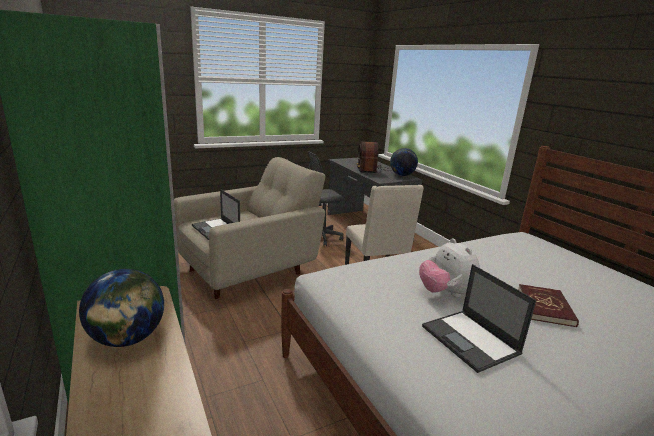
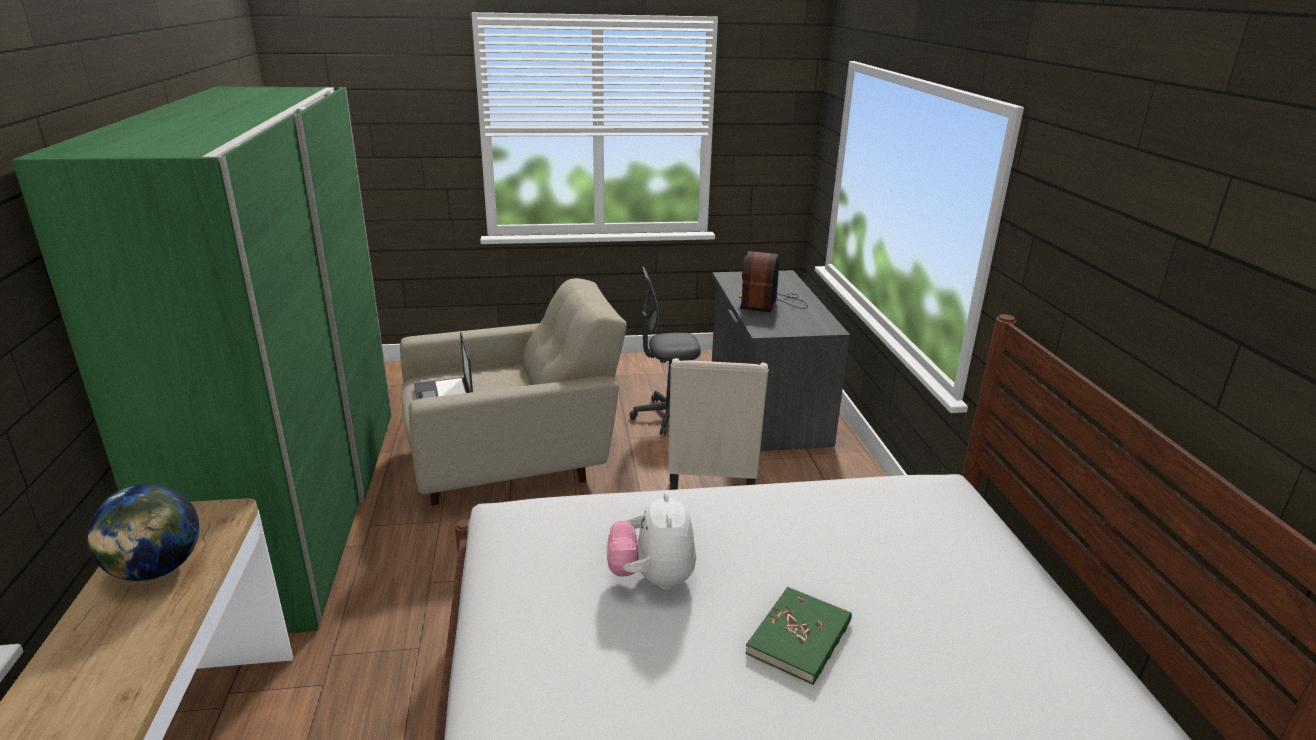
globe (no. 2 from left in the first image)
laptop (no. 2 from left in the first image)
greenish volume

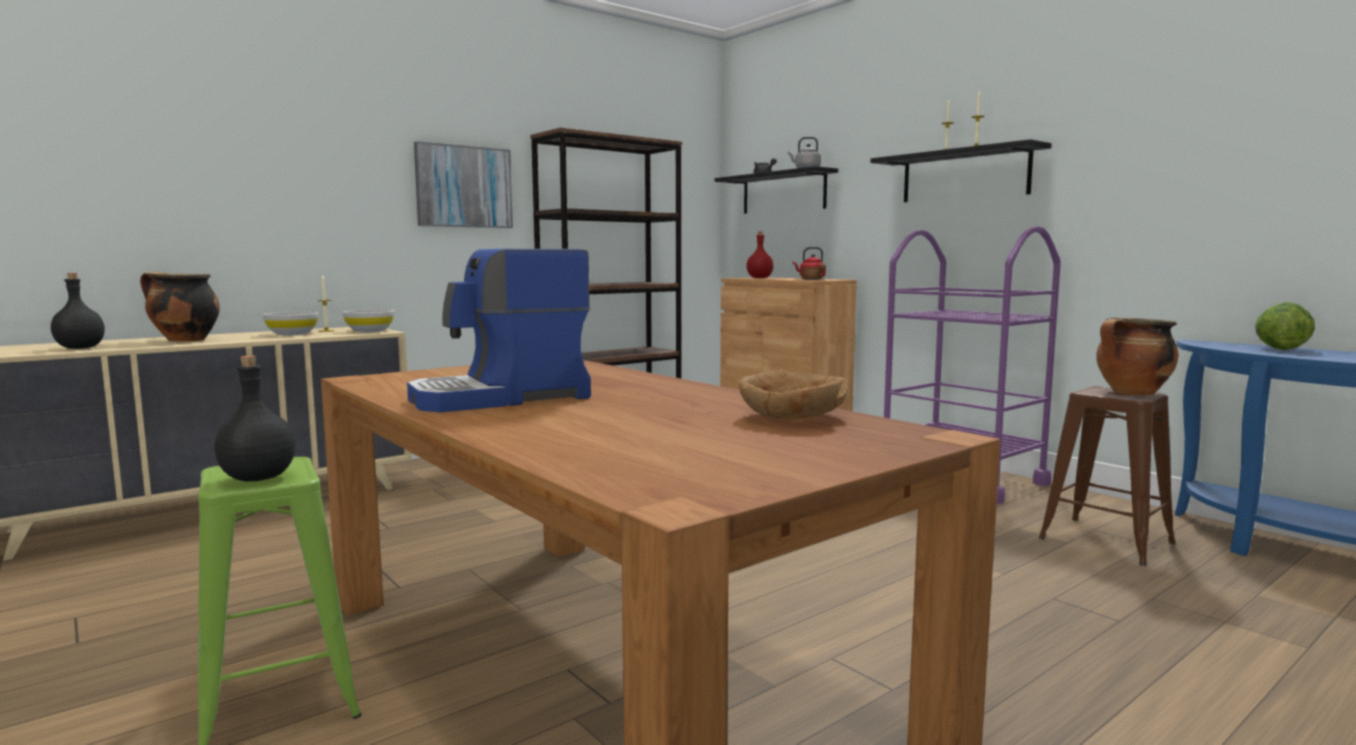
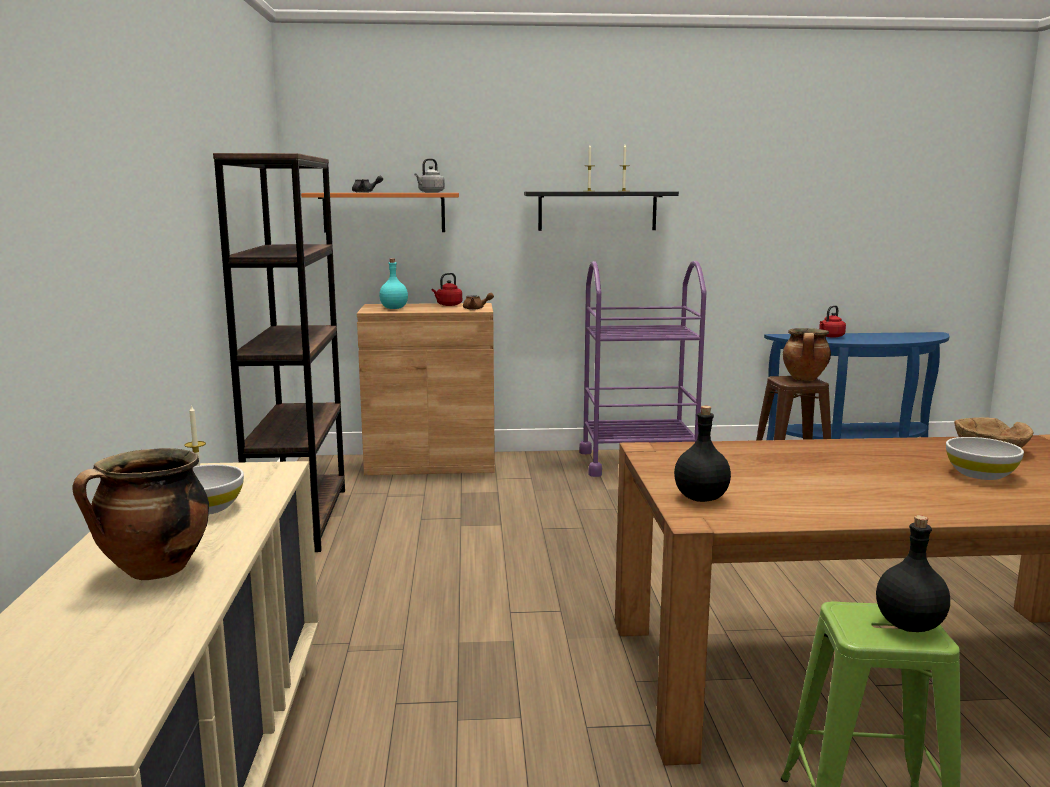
coffee machine
wall picture
black drink bottle (no. 1 from left)
white-coloured serving bowl (no. 2 from left)
red tea kettle (no. 2 from left)
orange-coloured shelf
turquoise drink bottle

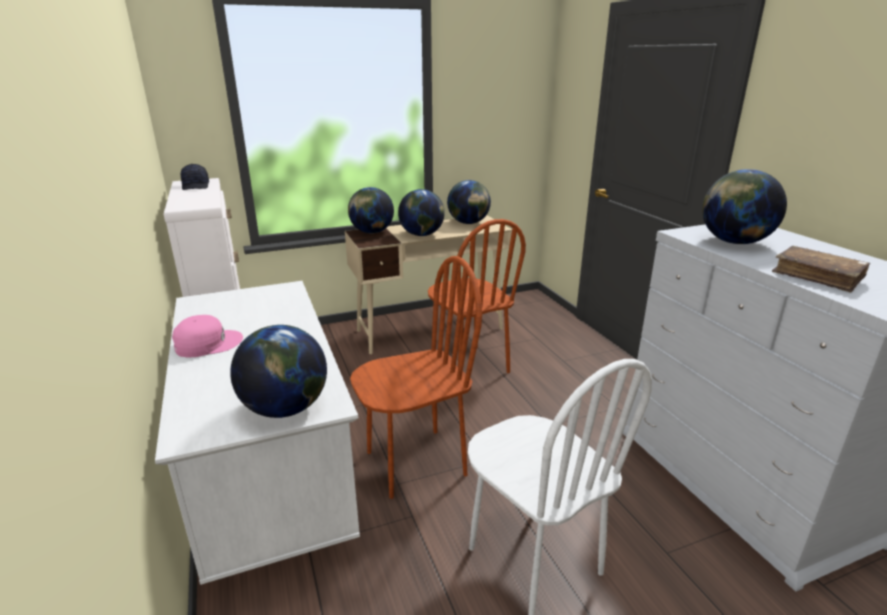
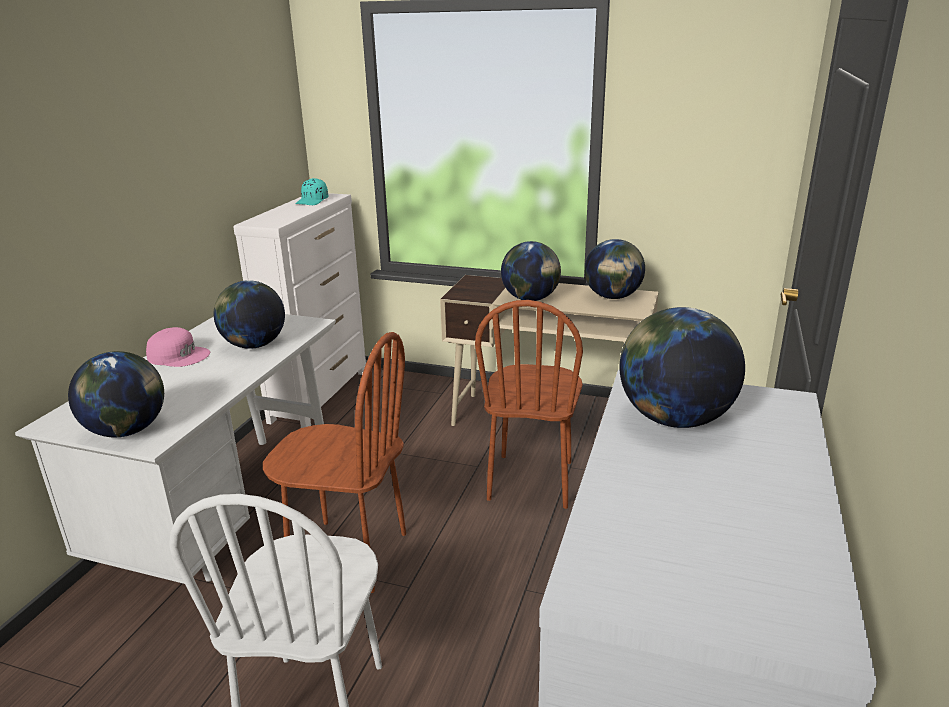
brown volume
globe (no. 2 from left)
turquoise peaked cap

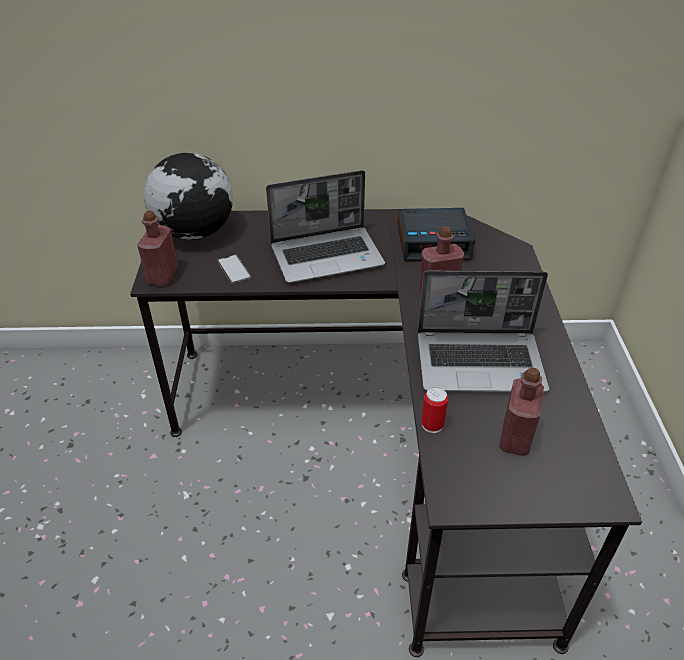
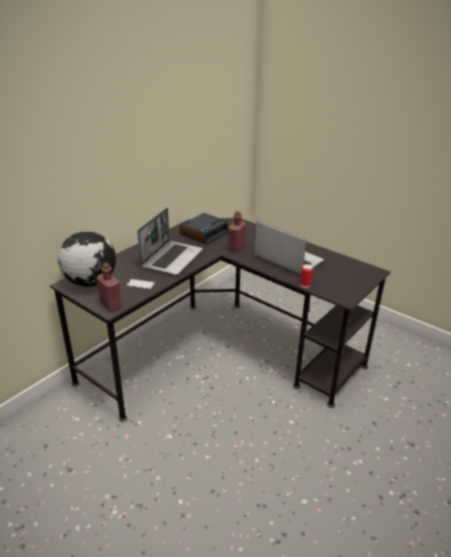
red drink bottle (no. 3 from left in the first image)
laptop (no. 2 from left)

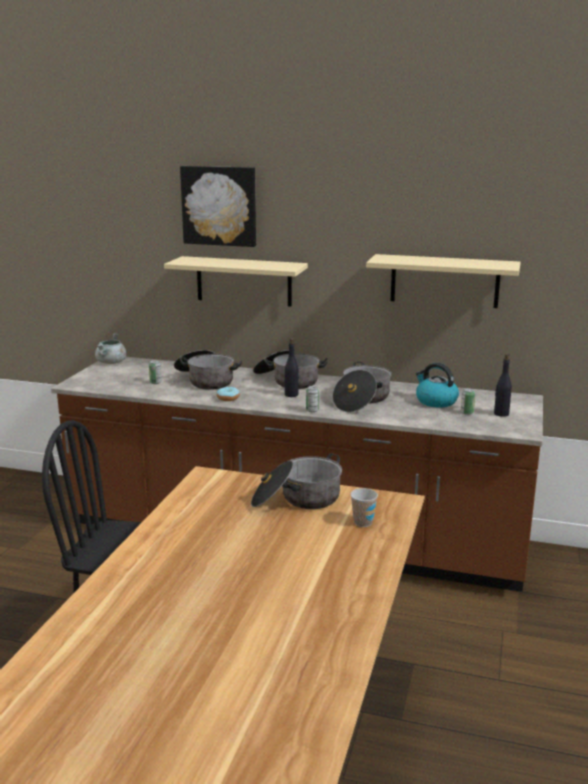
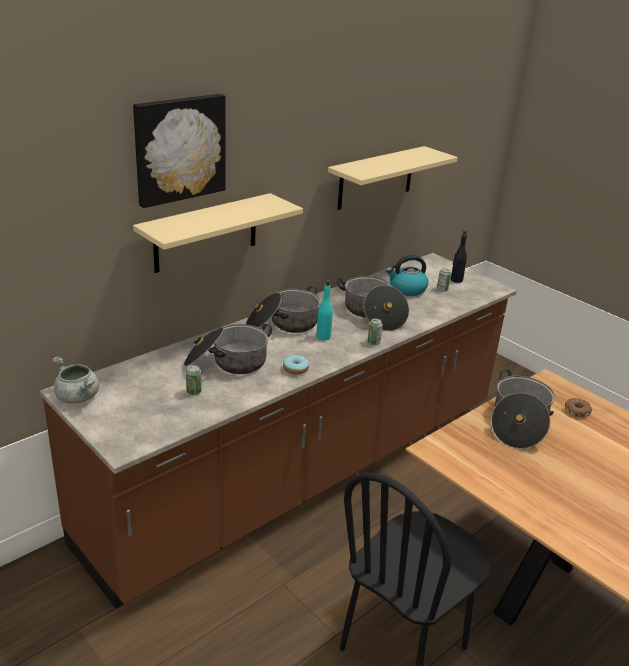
doughnut (no. 2 from left)
turquoise drink bottle

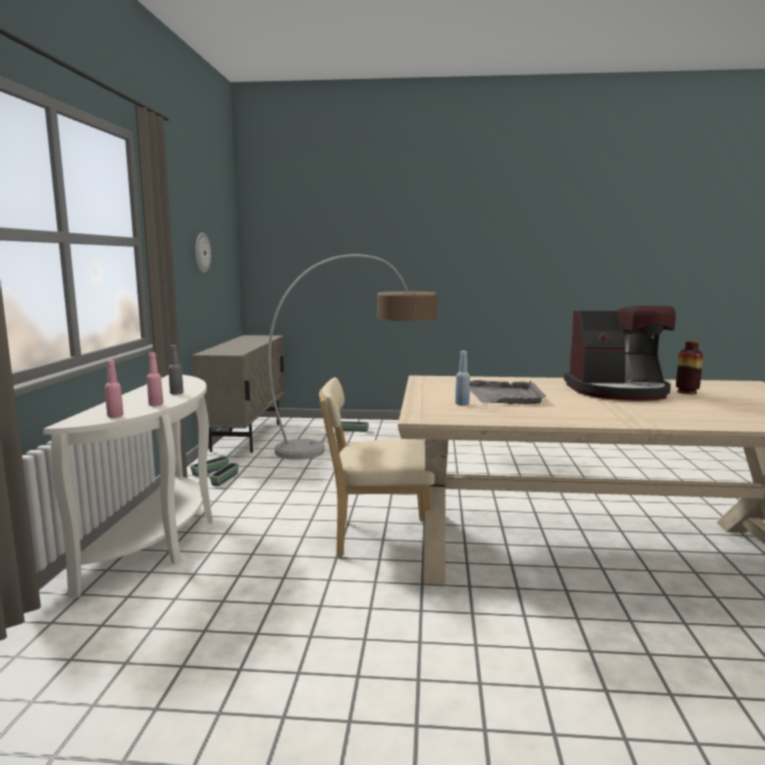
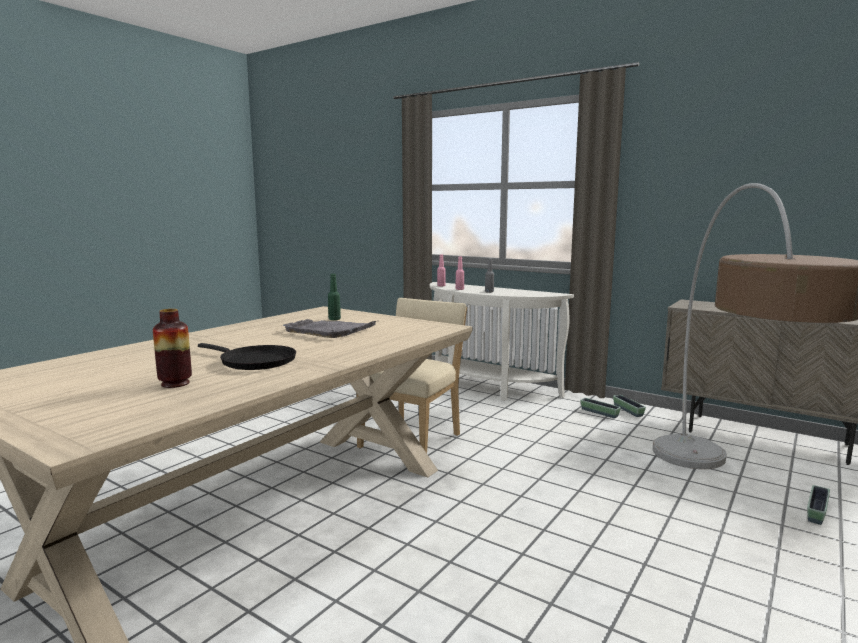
wall clock
black pan
greenish drink bottle

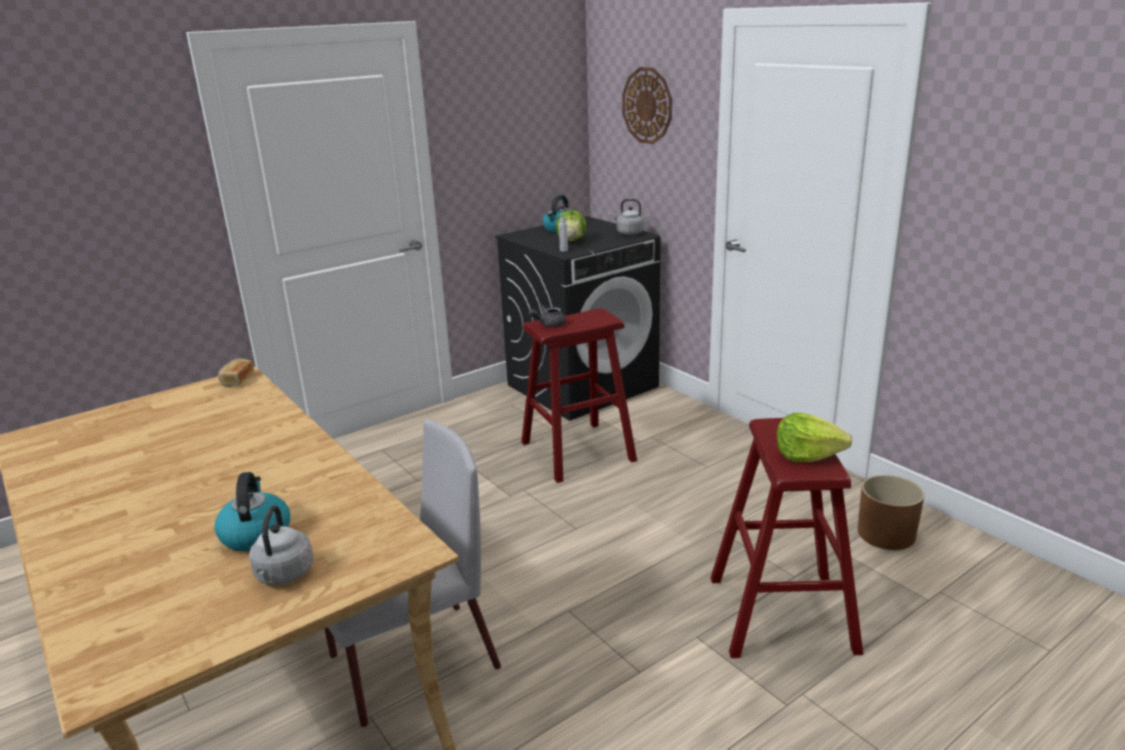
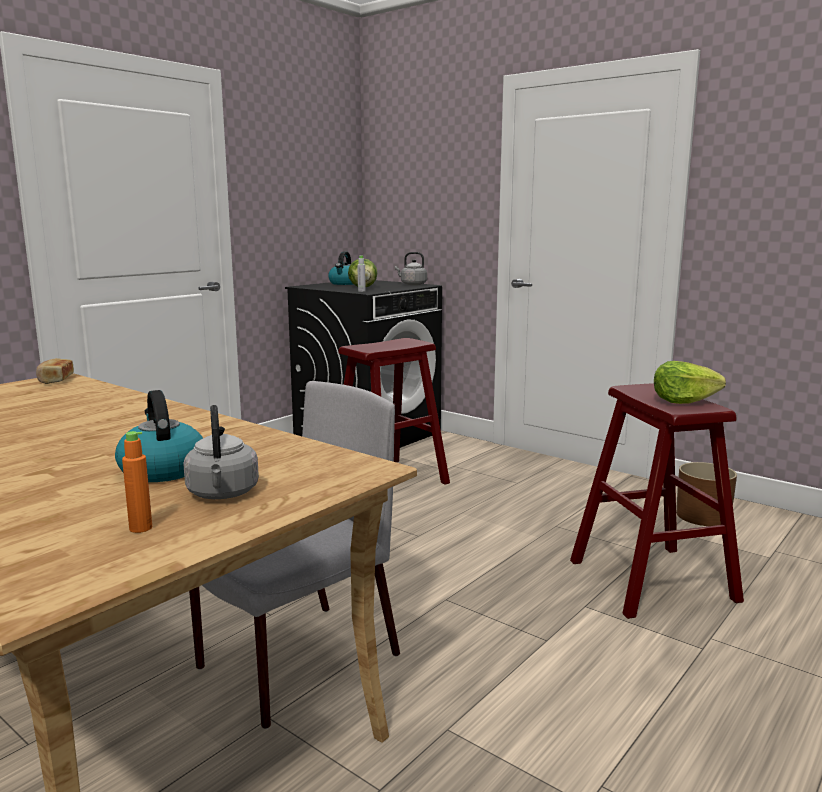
gray teapot
wall clock
orange-coloured drink bottle

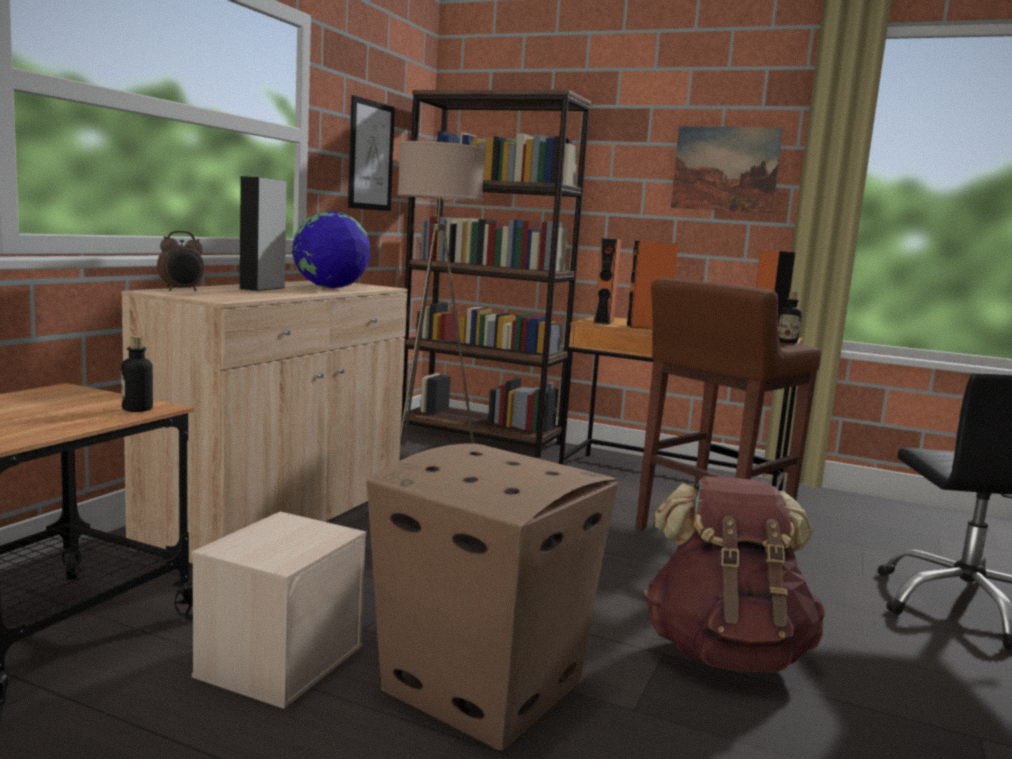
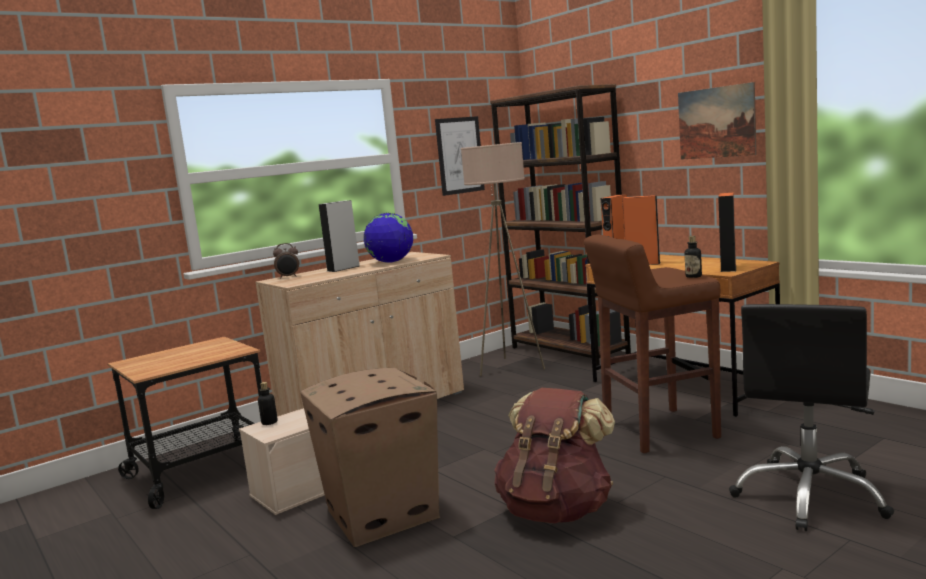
drink bottle (no. 1 from left)

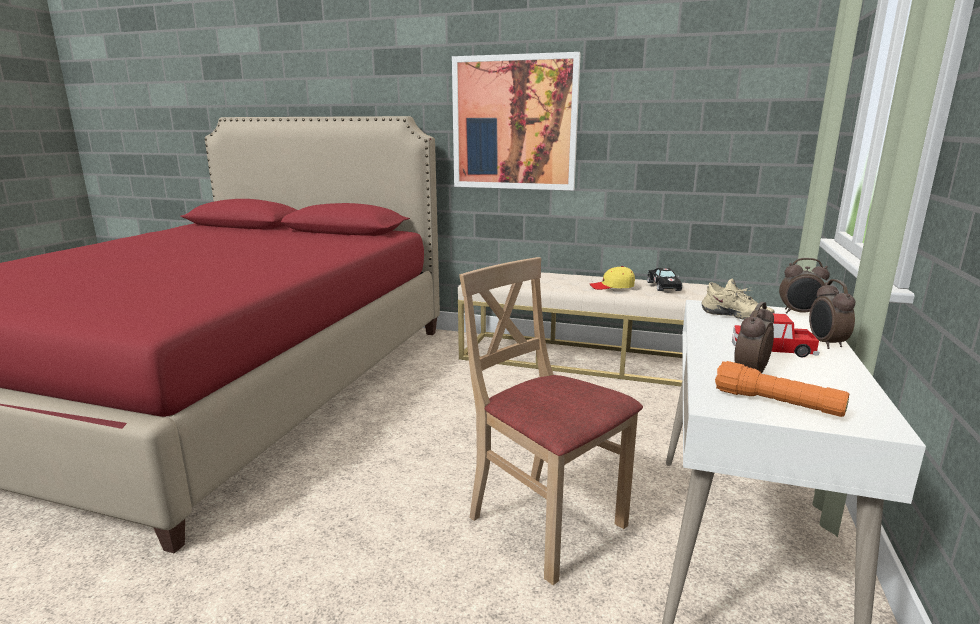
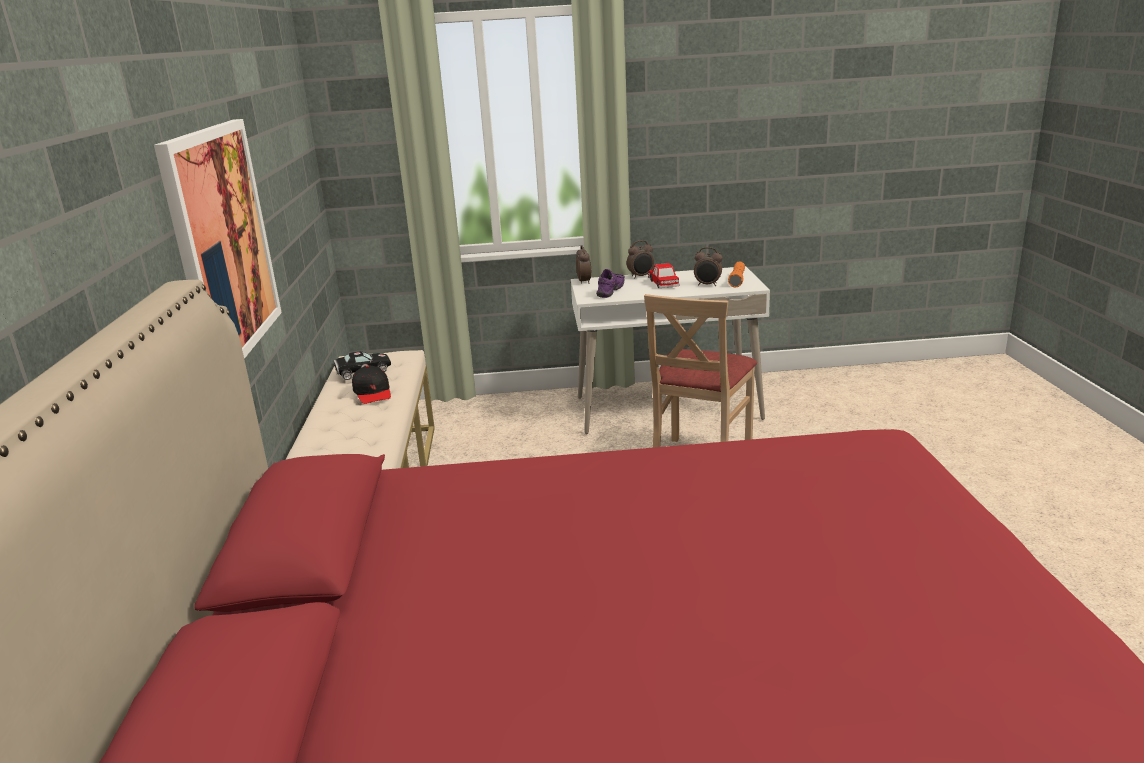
black peaked cap
purple-coloured item of footwear

